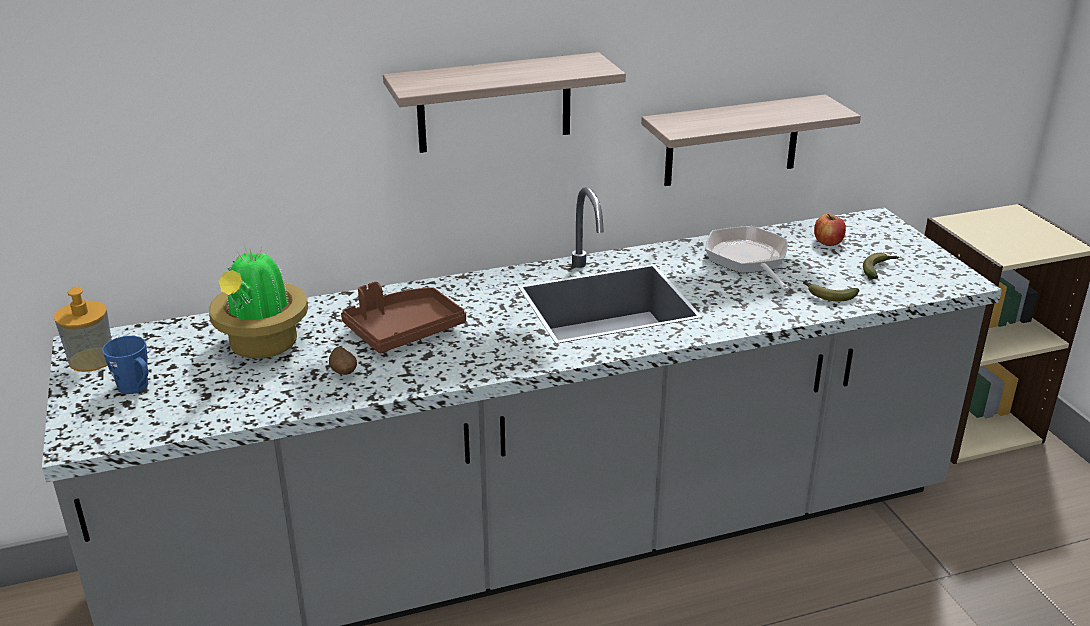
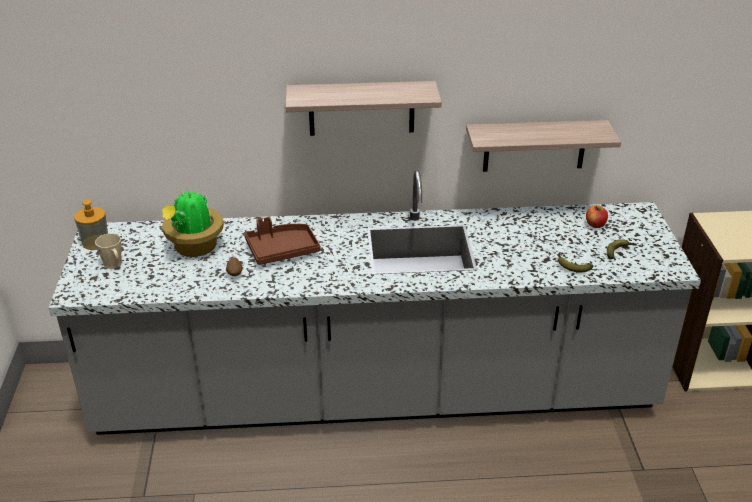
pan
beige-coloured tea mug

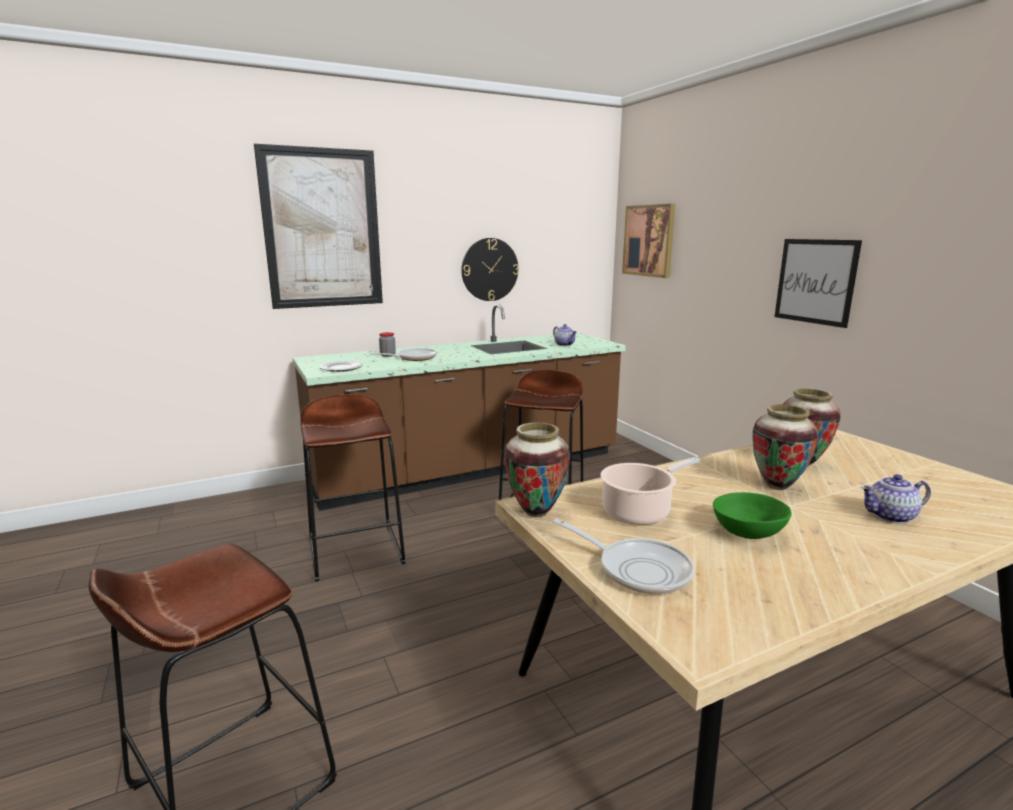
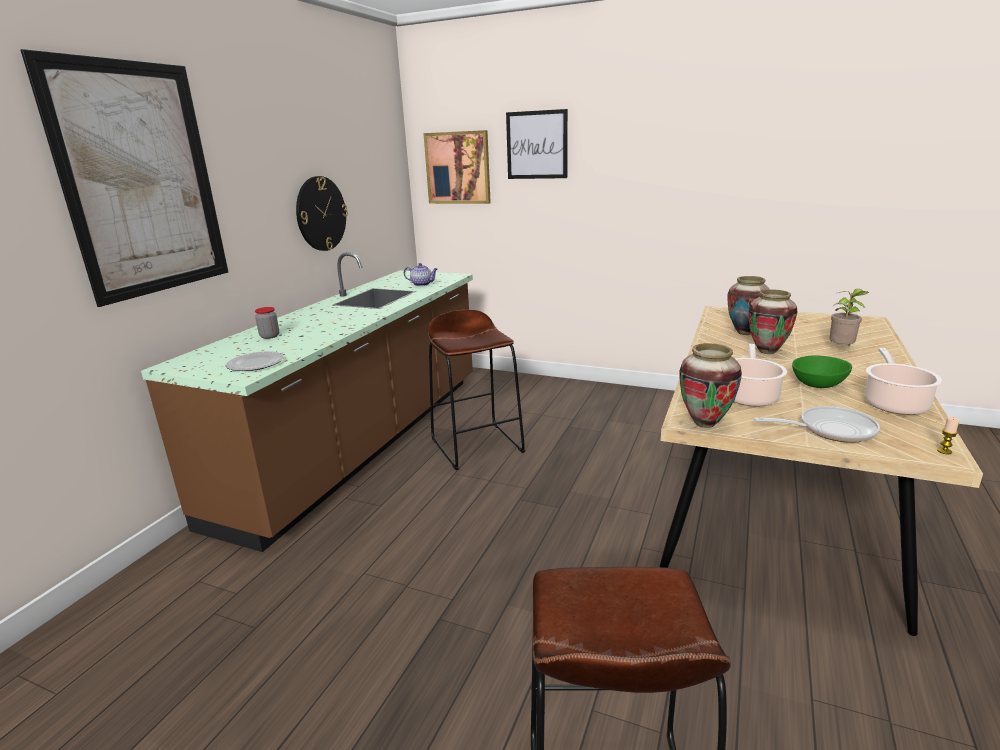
brown stool (no. 2 from left in the first image)
pan (no. 1 from left in the first image)
cooking pot (no. 2 from left)
wax light
wall picture (no. 3 from left)
houseplant

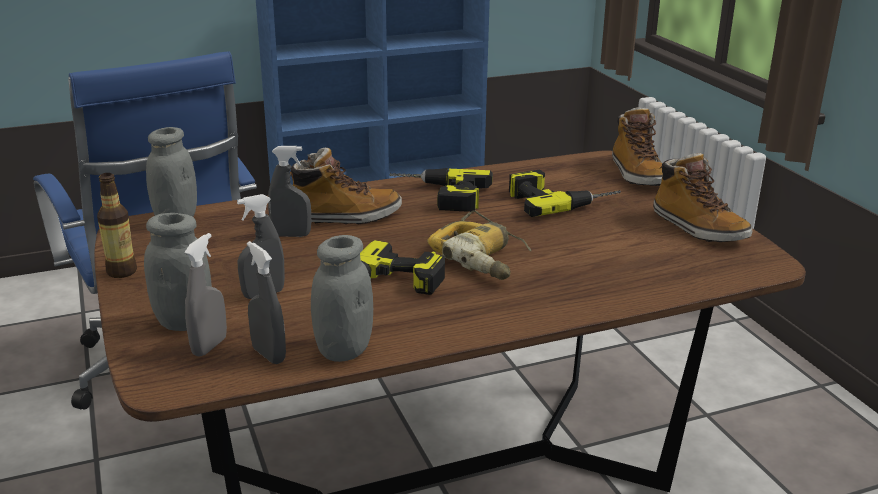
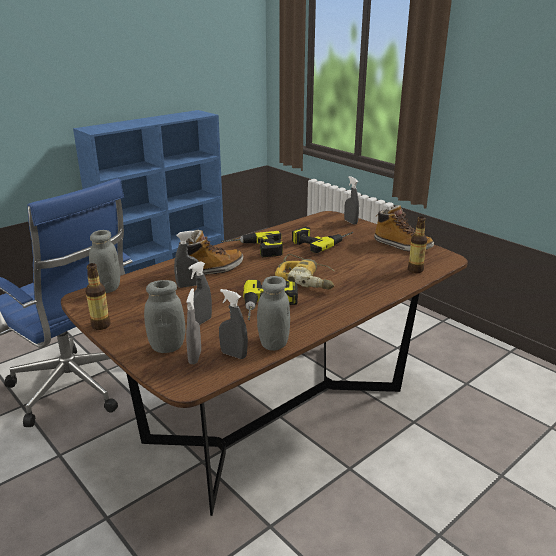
drink bottle (no. 2 from left)
gray spray bottle (no. 5 from left)

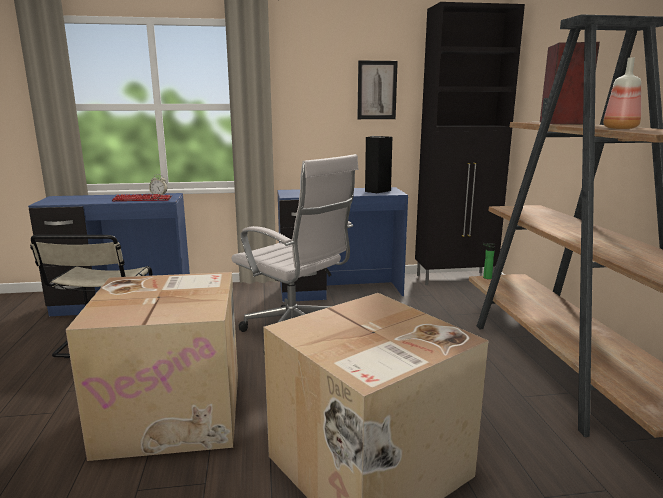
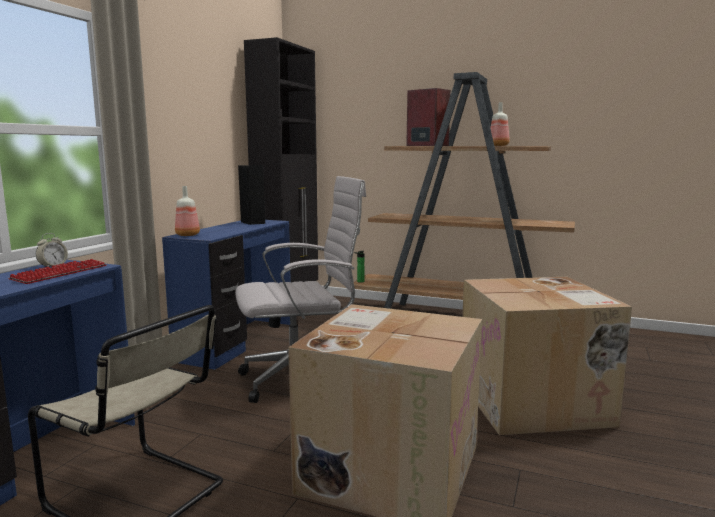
wall picture
drink bottle (no. 1 from left)

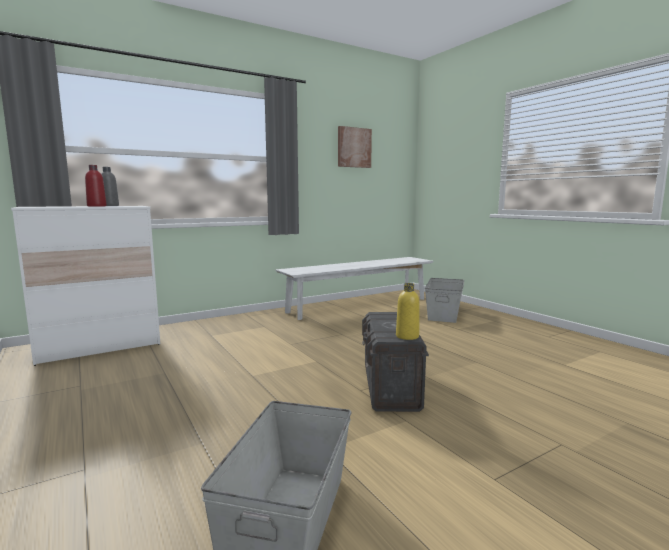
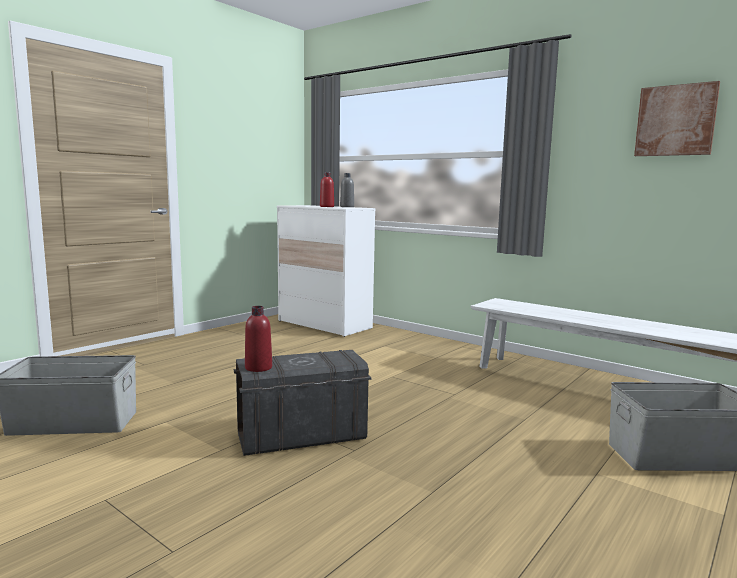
red drink bottle (no. 1 from left)

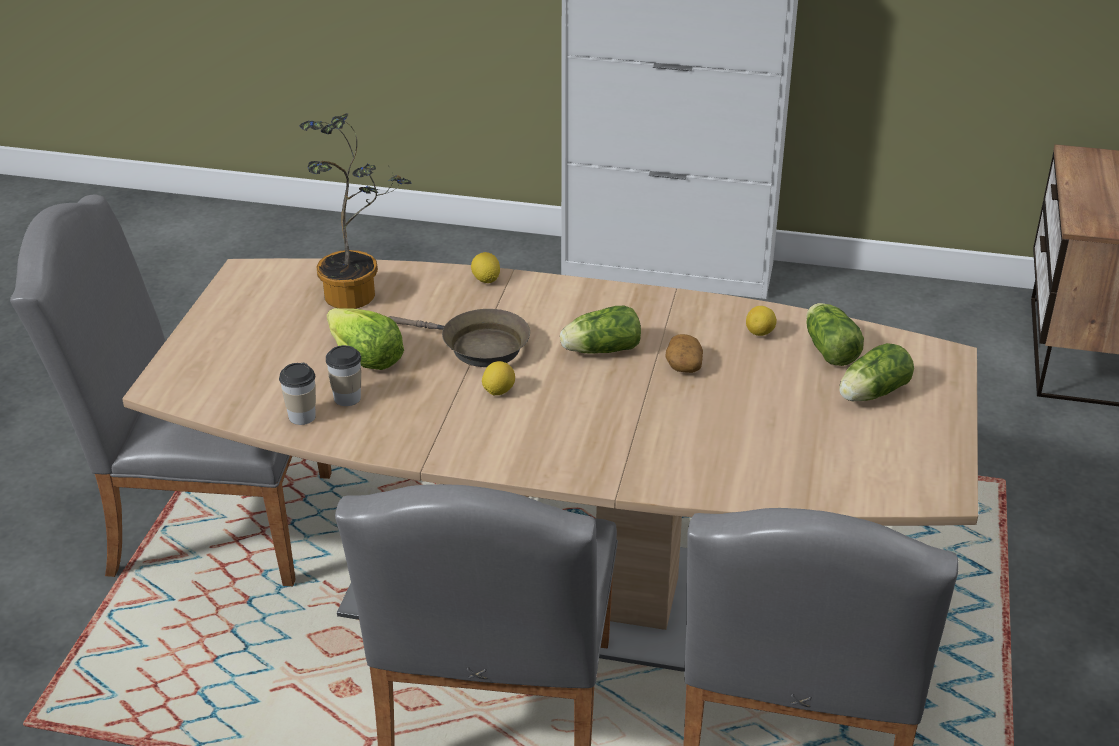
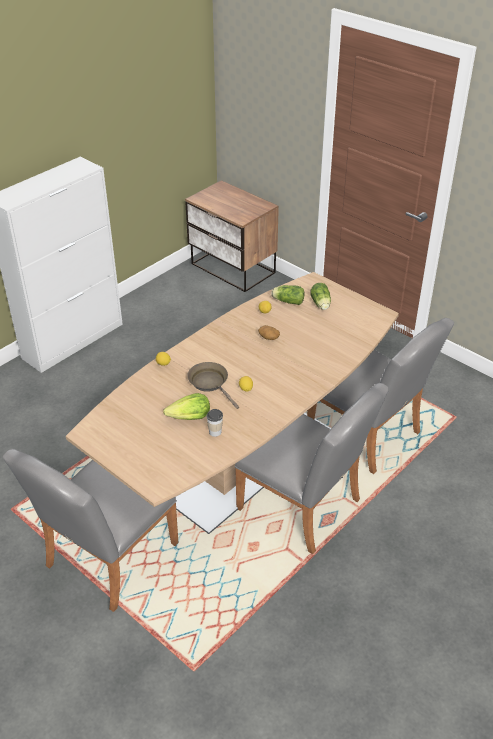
small cup (no. 1 from left in the first image)
houseplant
lettuce (no. 2 from left in the first image)
brown pan

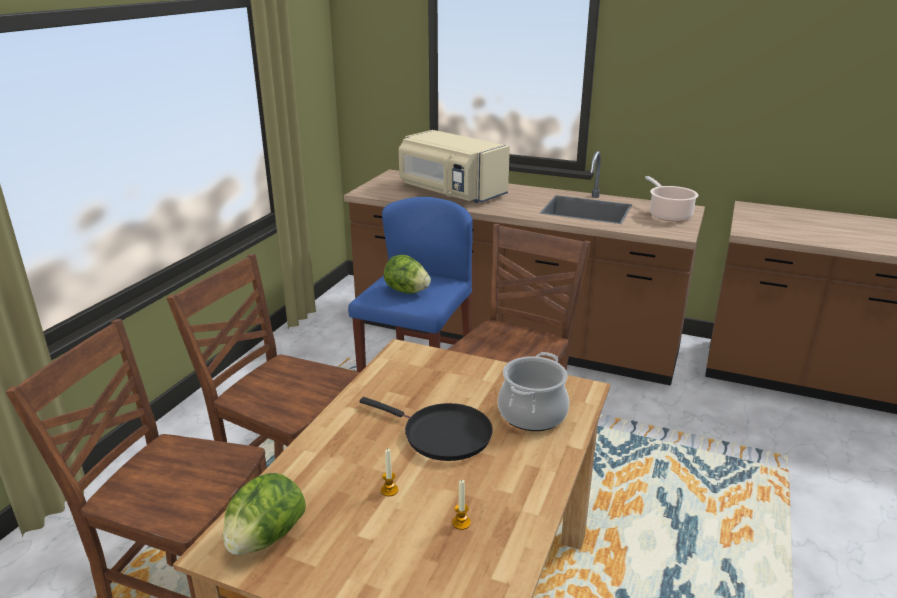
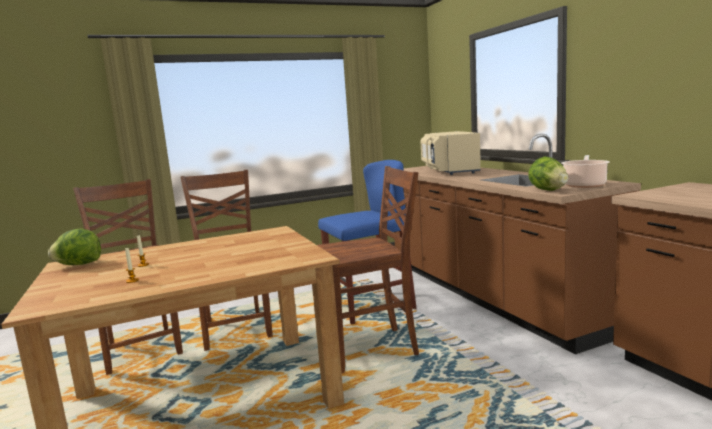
black pan
cooking pot (no. 1 from left in the first image)
lettuce (no. 2 from left)

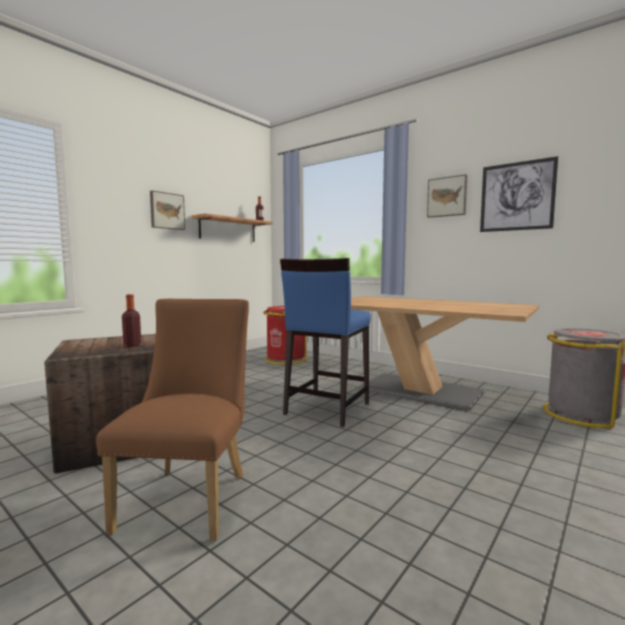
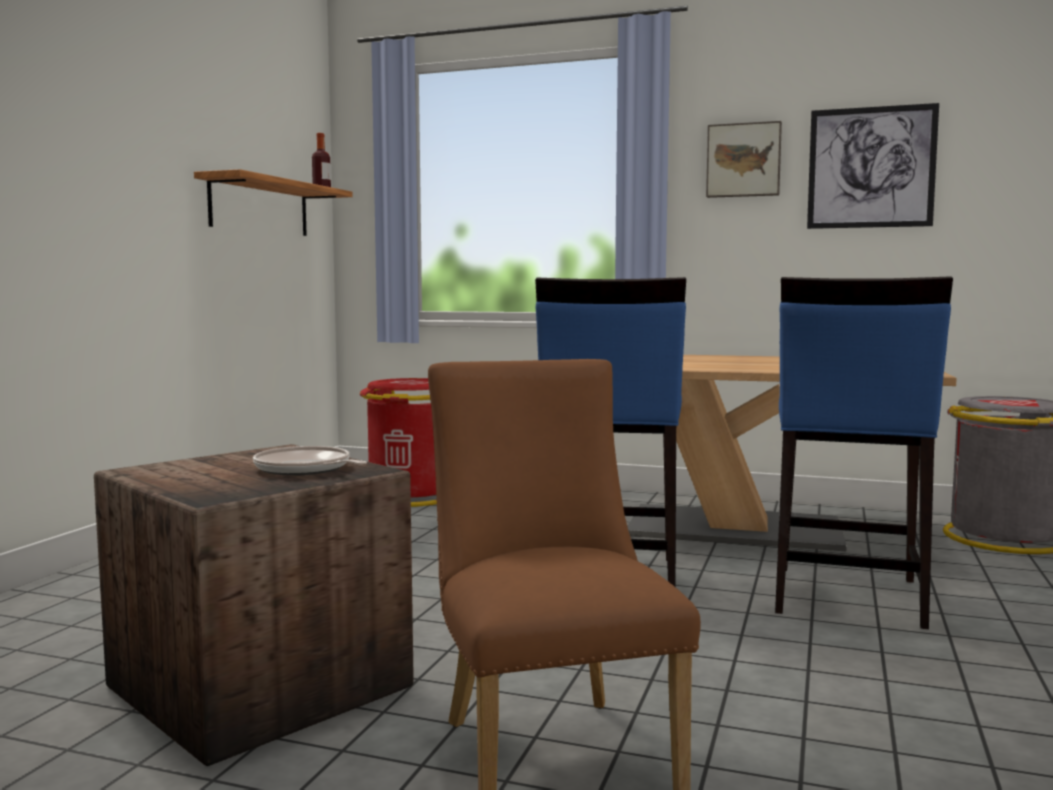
wall picture (no. 1 from left in the first image)
blue-coloured stool (no. 2 from left)
pan

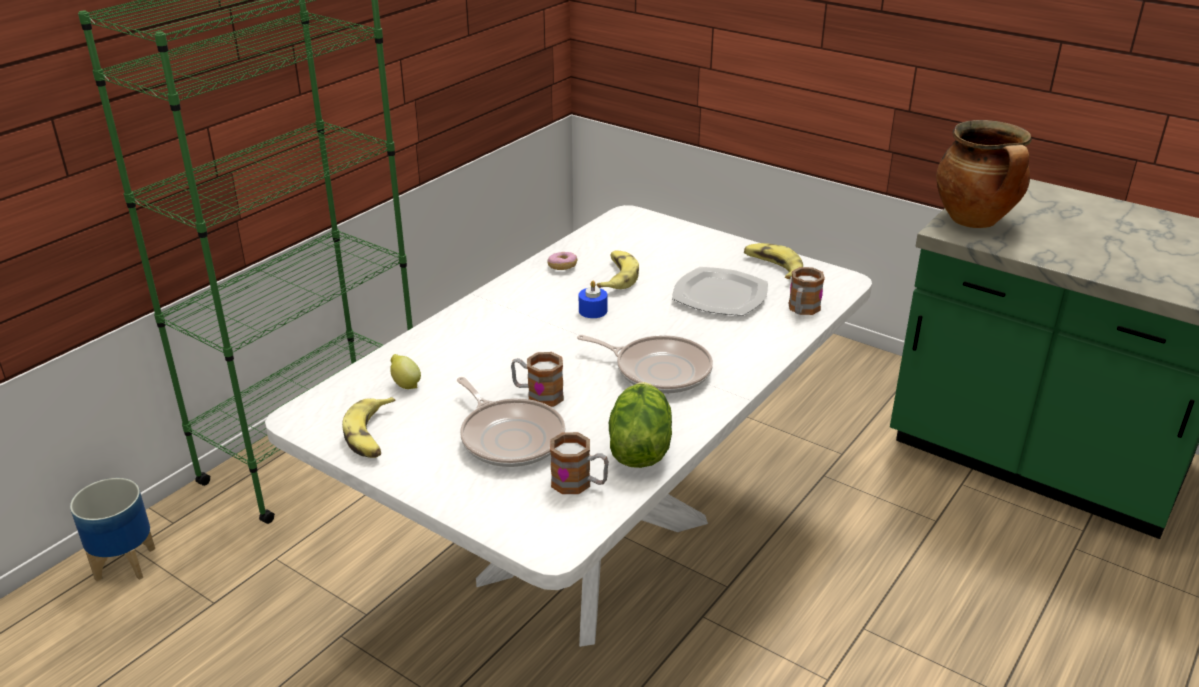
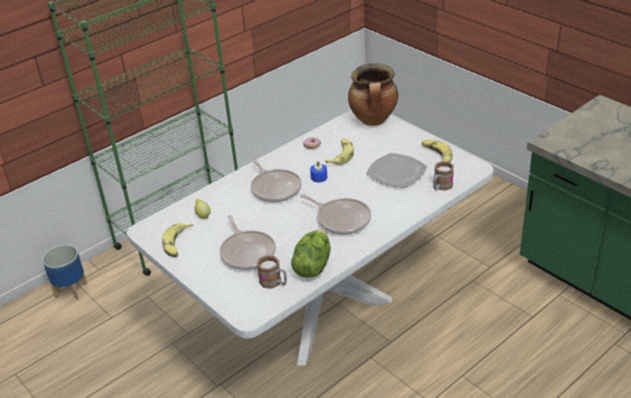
tea mug (no. 1 from left in the first image)
pan (no. 2 from left)
cooking pot

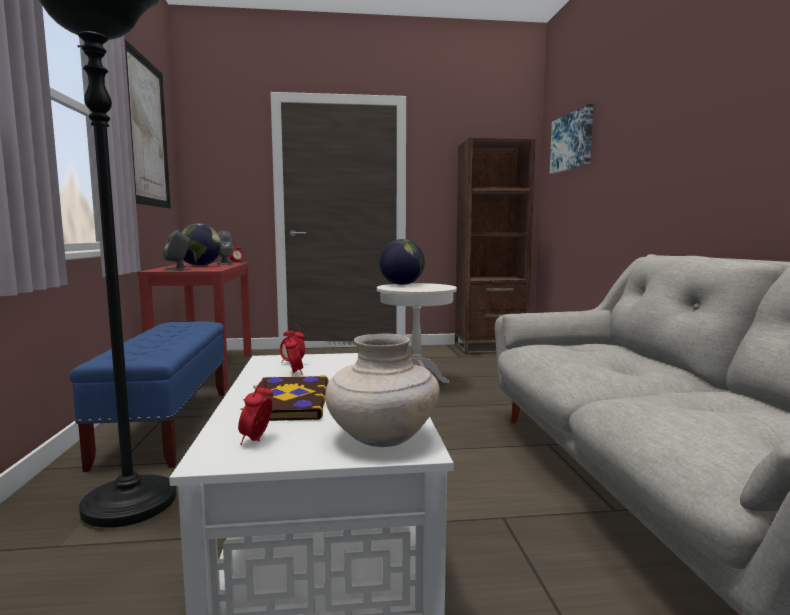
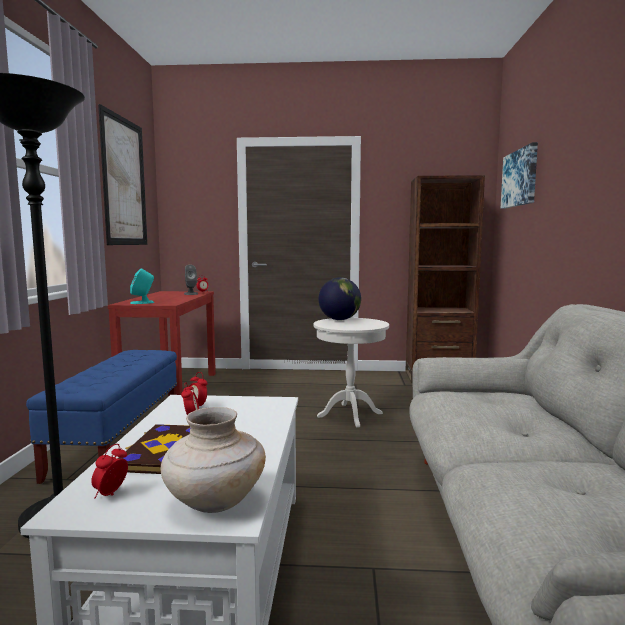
globe (no. 1 from left in the first image)
turquoise audio speaker

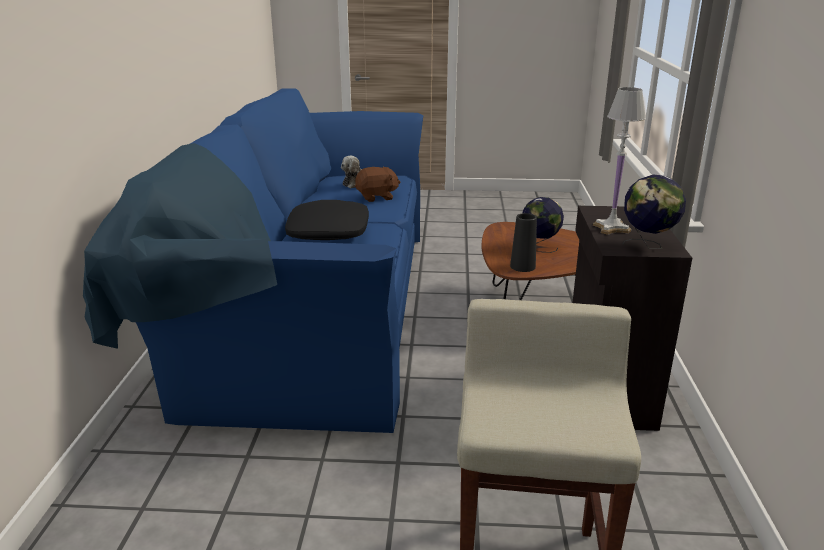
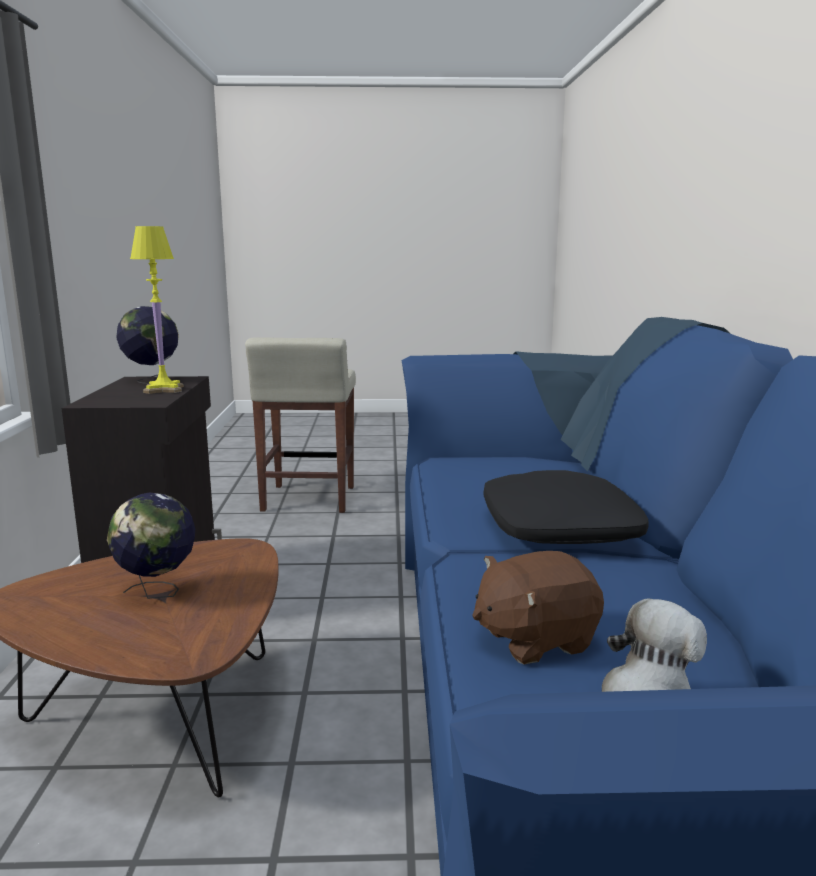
black vase
yellow lamp for a table

